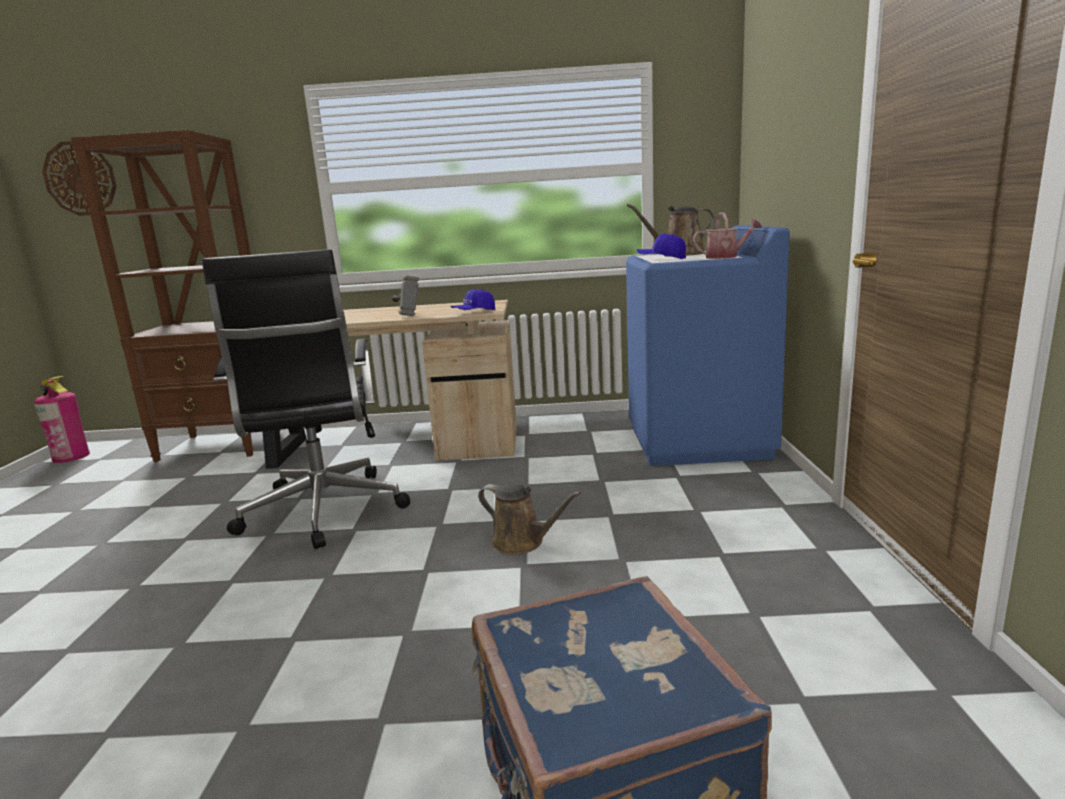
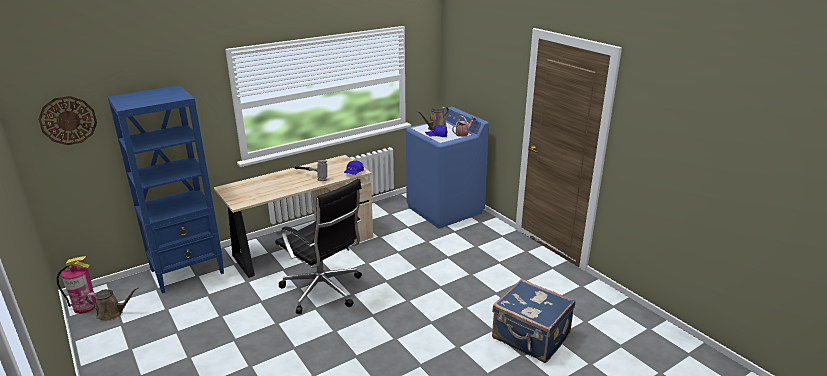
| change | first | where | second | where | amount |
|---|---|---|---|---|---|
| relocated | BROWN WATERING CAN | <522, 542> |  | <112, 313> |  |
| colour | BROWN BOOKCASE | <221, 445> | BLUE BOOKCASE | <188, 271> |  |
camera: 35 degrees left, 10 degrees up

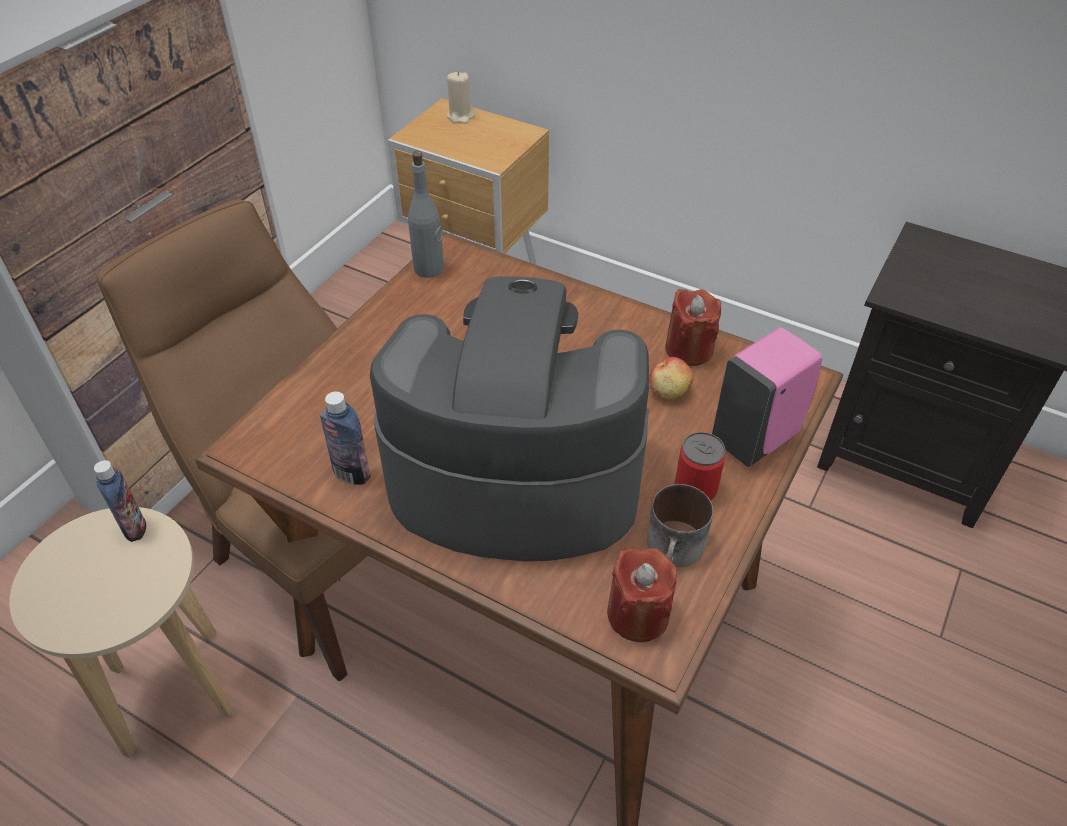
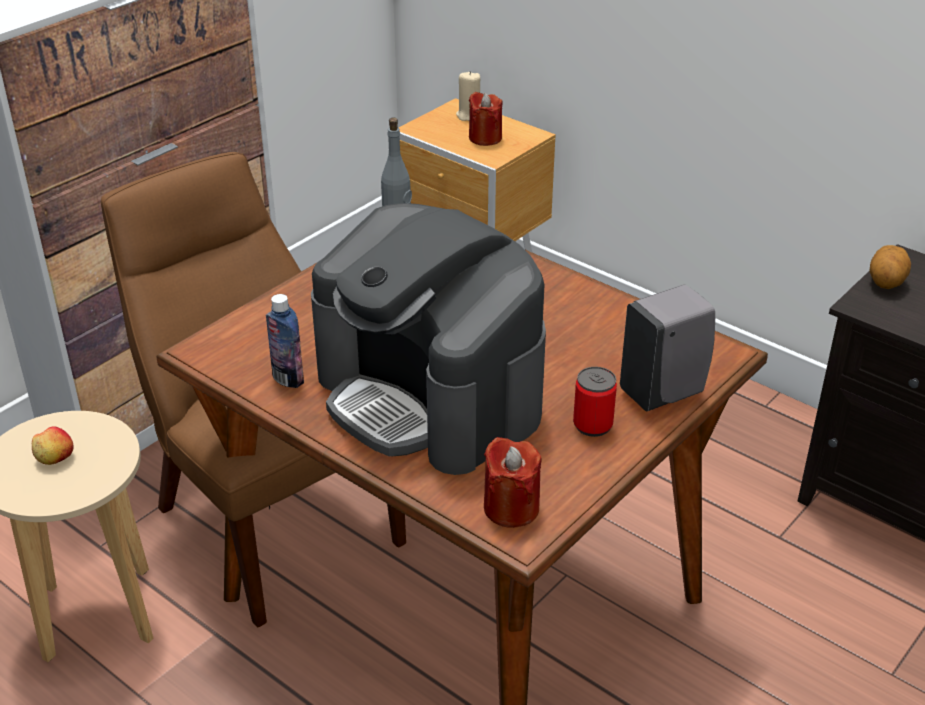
| change | first | where | second | where | amount |
|---|---|---|---|---|---|
| relocated | APPLE | <669, 391> |  | <55, 458> |  |
| spun | COFFEE MACHINE | <514, 476> |  | <430, 396> | 150 degrees counterclockwise |
| relocated | RED CANDLE | <689, 349> |  | <485, 138> |  |
| colour | PINK SOAP DISPENSER | <757, 438> | GREY SOAP DISPENSER | <664, 392> |  |
| appeared |  |  | POTATO | <886, 282> |  |
| missing | BOTTLE | <134, 527> |  |  |  |
| missing | MUG | <676, 550> |  |  |  |
camera: 10 degrees right, 10 degrees down

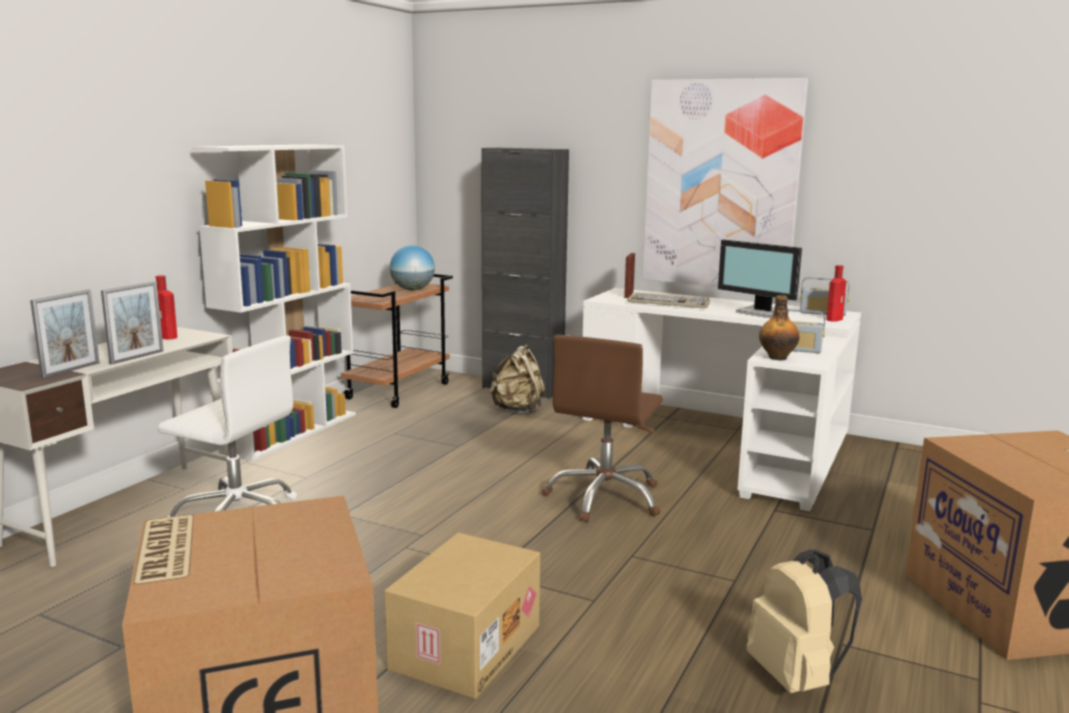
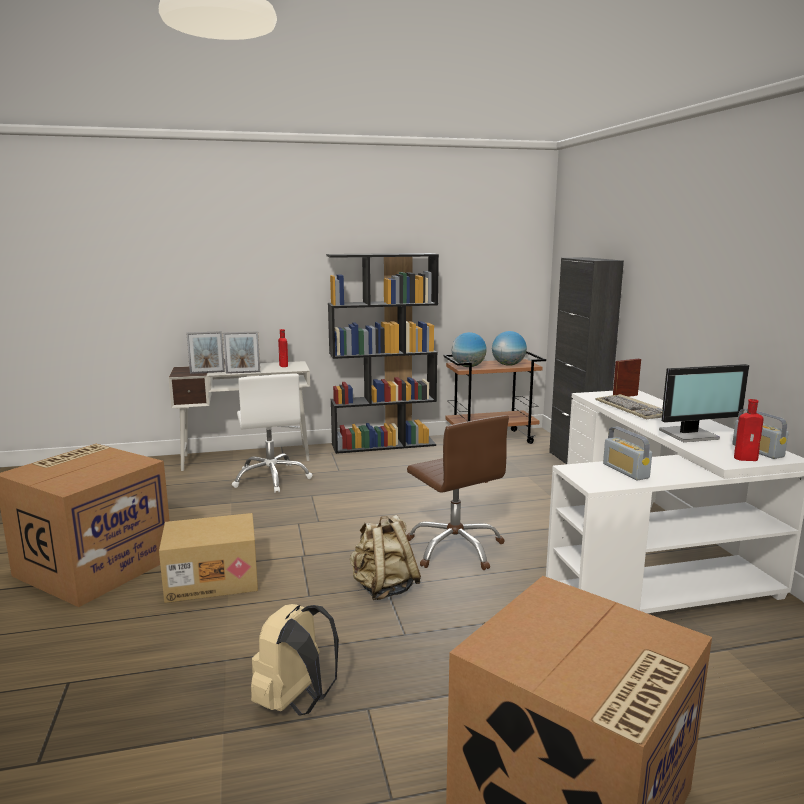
| change | first | where | second | where | amount |
|---|---|---|---|---|---|
| colour | WHITE BOOKCASE | <291, 432> | BLACK BOOKCASE | <384, 445> |  |
| relocated | BEIGE BACKPACK | <518, 410> |  | <384, 588> |  |
| spun | BROWN OFFICE CHAIR | <605, 498> |  | <455, 548> | 105 degrees counterclockwise |
| appeared |  |  | GLOBE | <468, 367> |  |
| spun | MONITOR | <762, 313> |  | <691, 435> | 105 degrees counterclockwise |
| missing | PICTURE | <720, 185> |  |  |  |
| missing | BOTTLE | <777, 357> |  |  |  |
camera: 50 degrees right, 0 degrees up

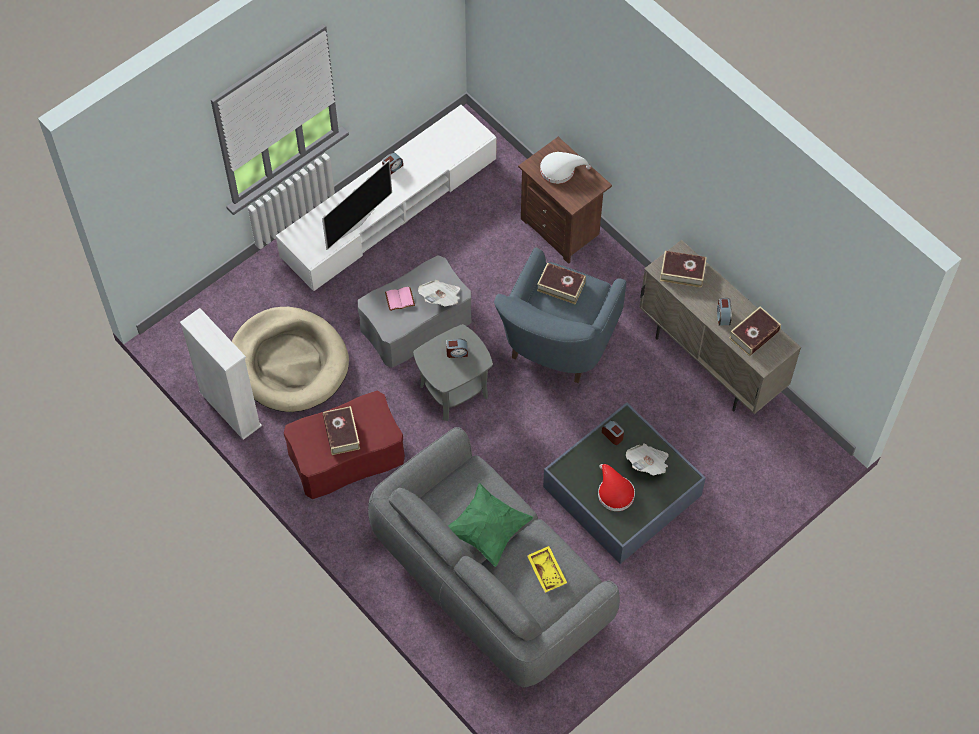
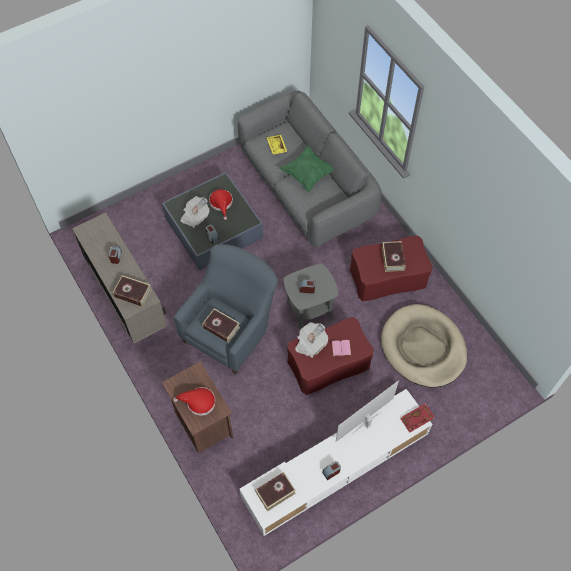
| change | first | where | second | where | amount |
|---|---|---|---|---|---|
| colour | WHITE HAT | <560, 170> | RED HAT | <198, 402> |  |
| relocated | BOOK | <754, 334> |  | <275, 492> |  |
| colour | GREY OTTOMAN | <416, 323> | RED OTTOMAN | <328, 363> |  |
| appeared |  |  | RED TRAY | <417, 420> |  |
| missing | WHITE BOOKCASE | <230, 409> |  |  |  |
camera: 170 degrees left, 0 degrees up

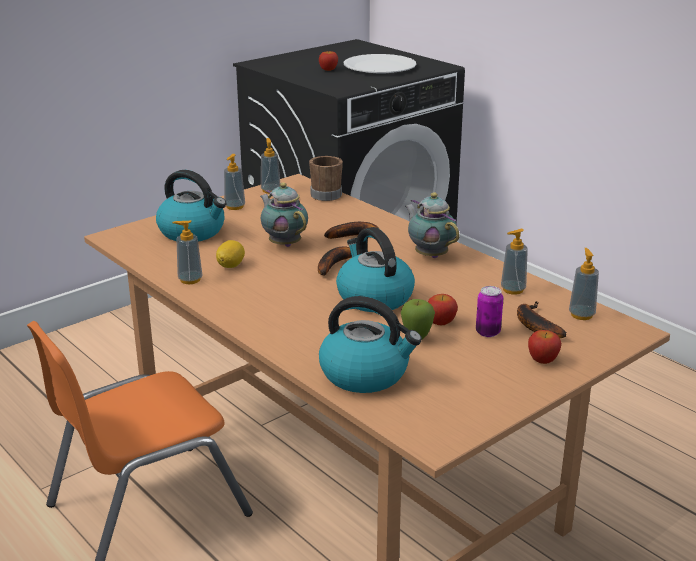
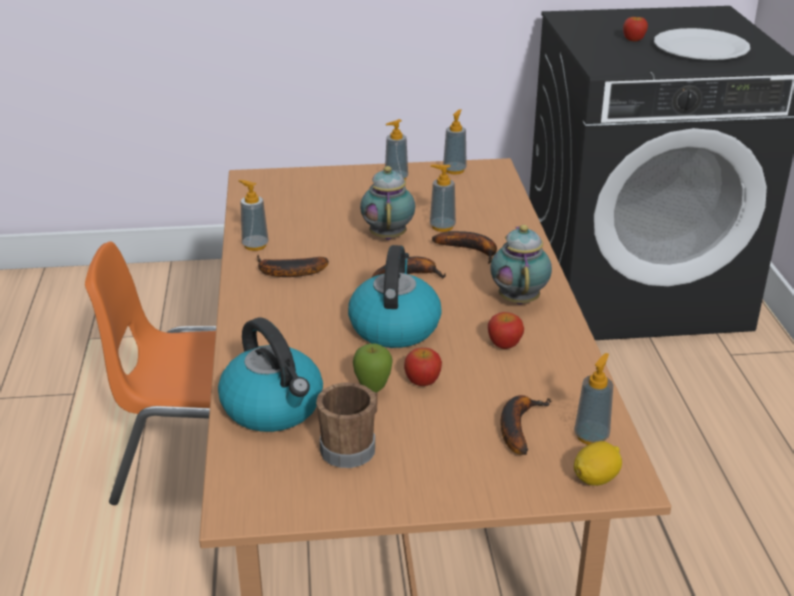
| change | first | where | second | where | amount |
|---|---|---|---|---|---|
| appeared |  |  | BANANA | <287, 273> |  |
| relocated | BROWN MUG | <326, 194> |  | <352, 447> |  |
| relocated | SOAP DISPENSER | <512, 290> |  | <442, 227> |  |
| relocated | APPLE | <542, 360> |  | <504, 345> |  |
| relocated | LEMON | <231, 265> |  | <596, 478> |  |
| missing | KETTLE | <193, 232> |  |  |  |
| missing | CAN | <487, 332> |  |  |  |
camera: 35 degrees right, 5 degrees up

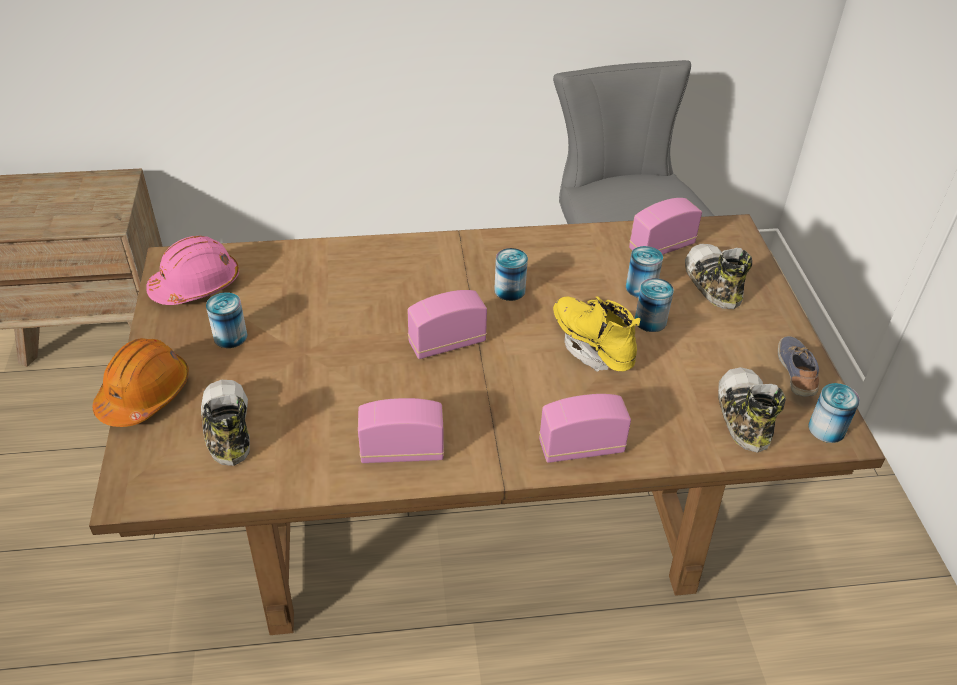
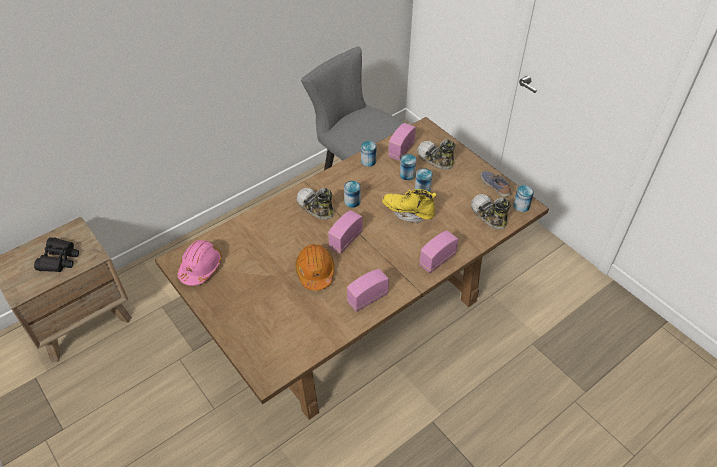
| change | first | where | second | where | amount |
|---|---|---|---|---|---|
| appeared |  |  | BLACK BINOCULARS | <59, 259> |  |
| relocated | ORANGE HARD HAT | <144, 394> |  | <315, 272> |  |
| relocated | SHOE | <227, 429> |  | <315, 208> |  |
| relocated | CAN | <230, 336> |  | <368, 161> |  |
camera: 30 degrees left, 5 degrees up

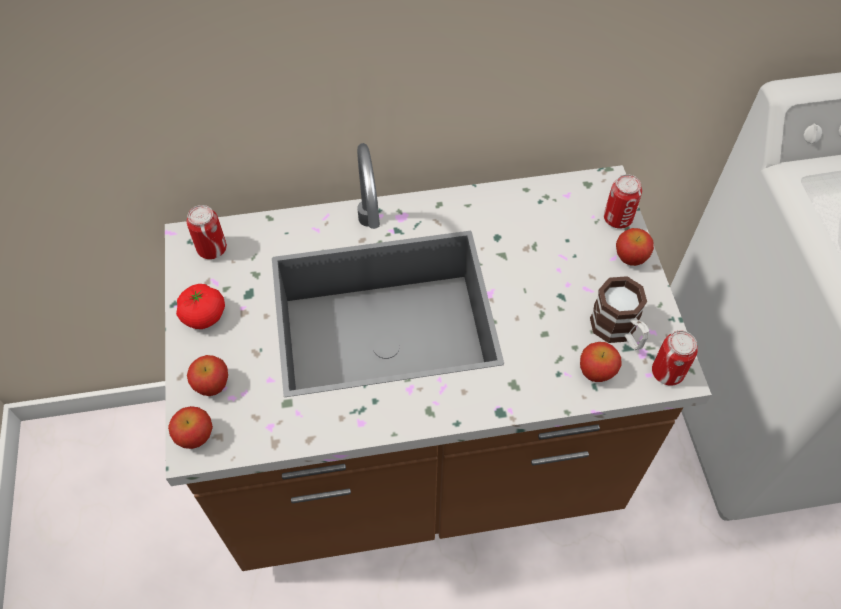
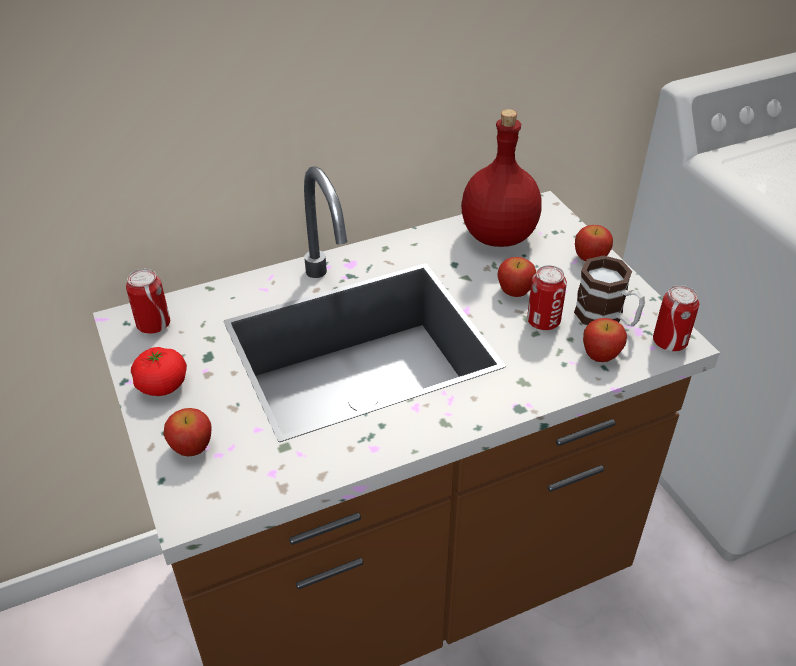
| change | first | where | second | where | amount |
|---|---|---|---|---|---|
| appeared |  |  | RED BOTTLE | <497, 236> |  |
| relocated | APPLE | <195, 436> |  | <515, 291> |  |
| relocated | CAN | <617, 219> |  | <543, 321> |  |
camera: 15 degrees left, 15 degrees down

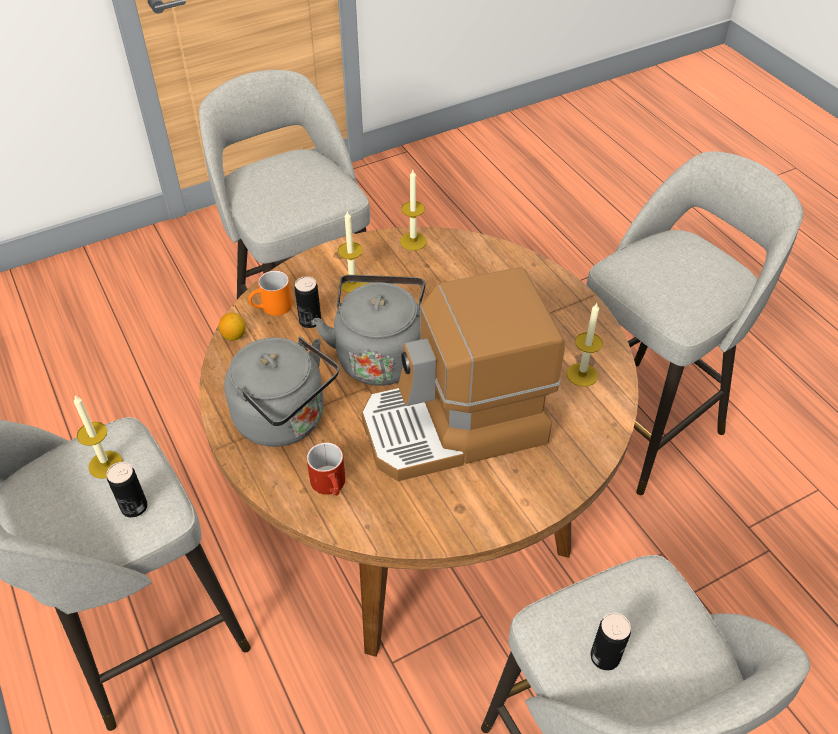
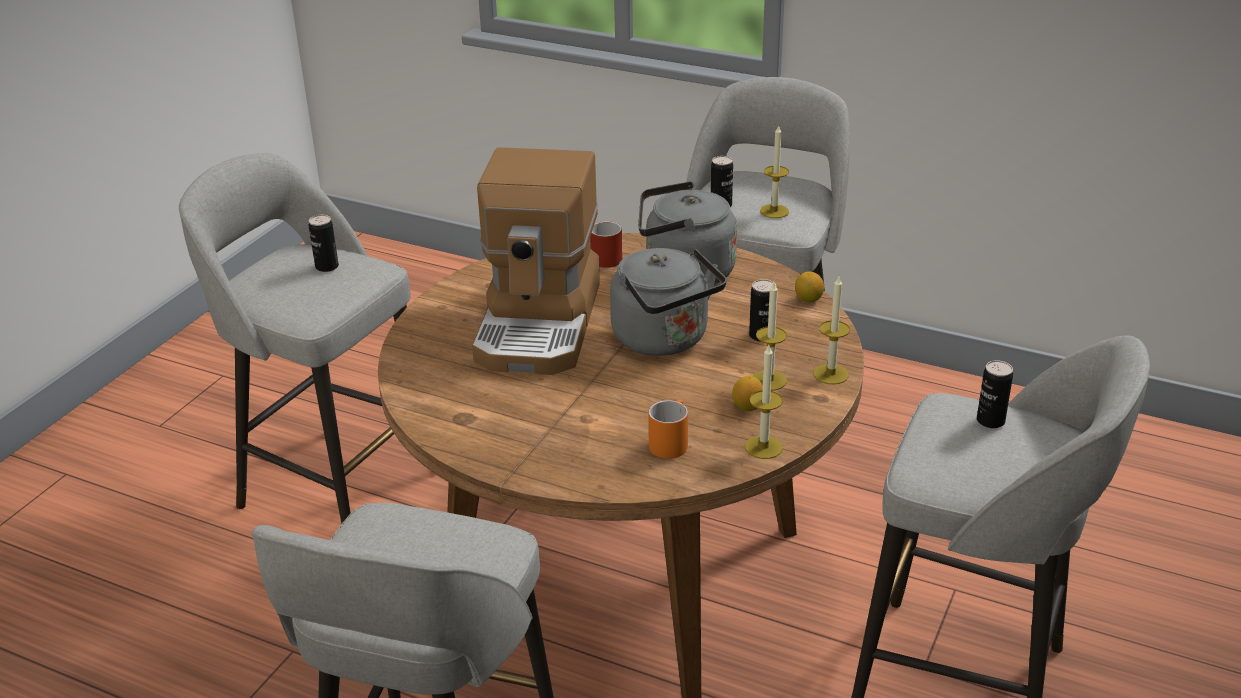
| change | first | where | second | where | amount |
|---|---|---|---|---|---|
| spun | COFFEE MACHINE | <455, 427> |  | <541, 323> | 150 degrees clockwise |
| relocated | ORANGE MUG | <272, 308> |  | <669, 442> |  |
| appeared |  |  | LEMON | <747, 407> |  |
| relocated | CANDLE | <582, 374> |  | <831, 374> |  |
| appeared |  |  | CAN | <990, 421> |  |
camera: 145 degrees right, 15 degrees down

